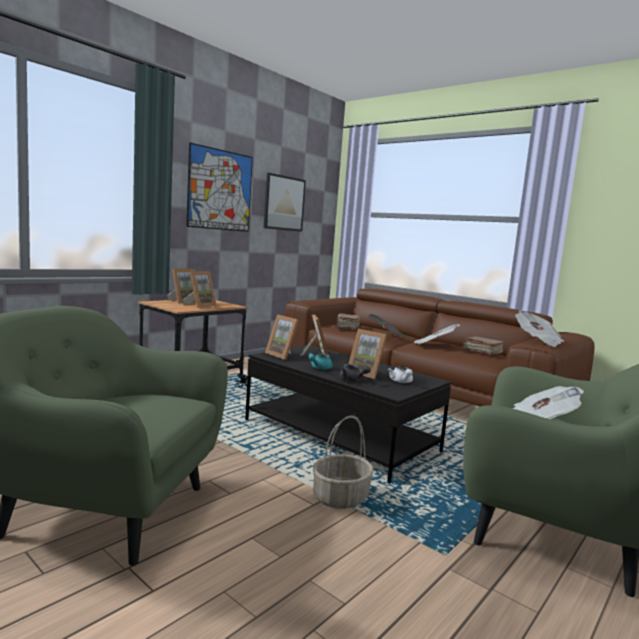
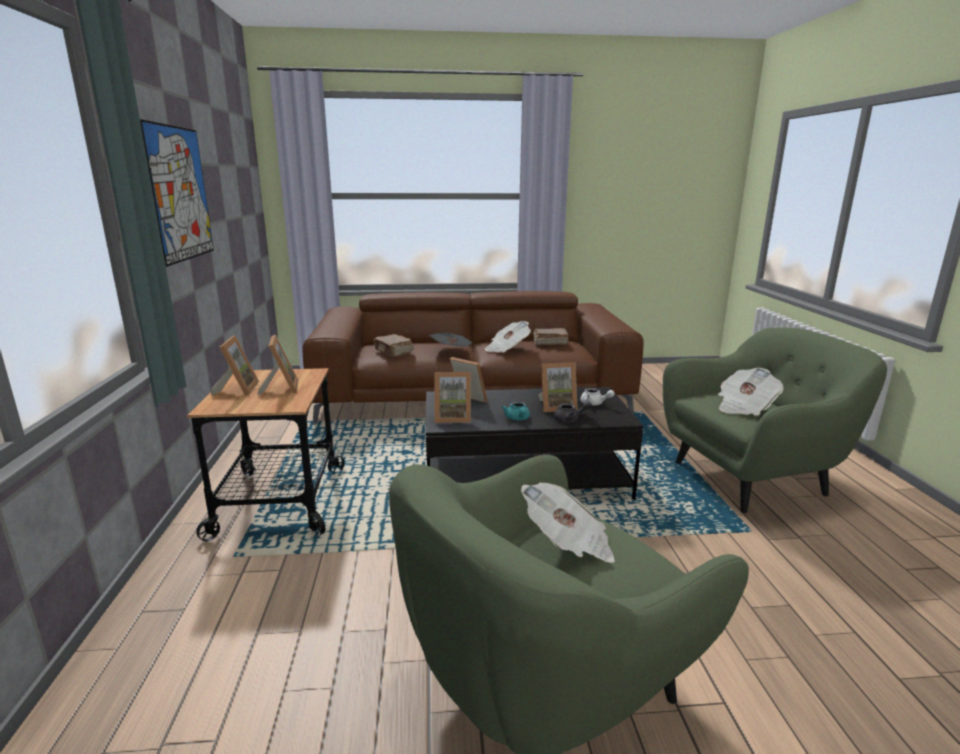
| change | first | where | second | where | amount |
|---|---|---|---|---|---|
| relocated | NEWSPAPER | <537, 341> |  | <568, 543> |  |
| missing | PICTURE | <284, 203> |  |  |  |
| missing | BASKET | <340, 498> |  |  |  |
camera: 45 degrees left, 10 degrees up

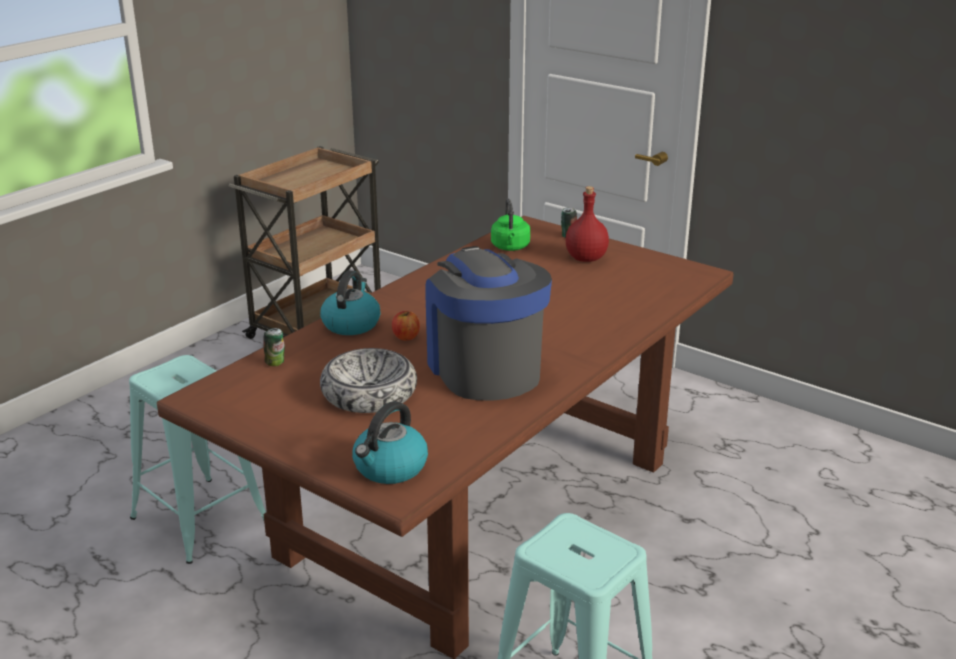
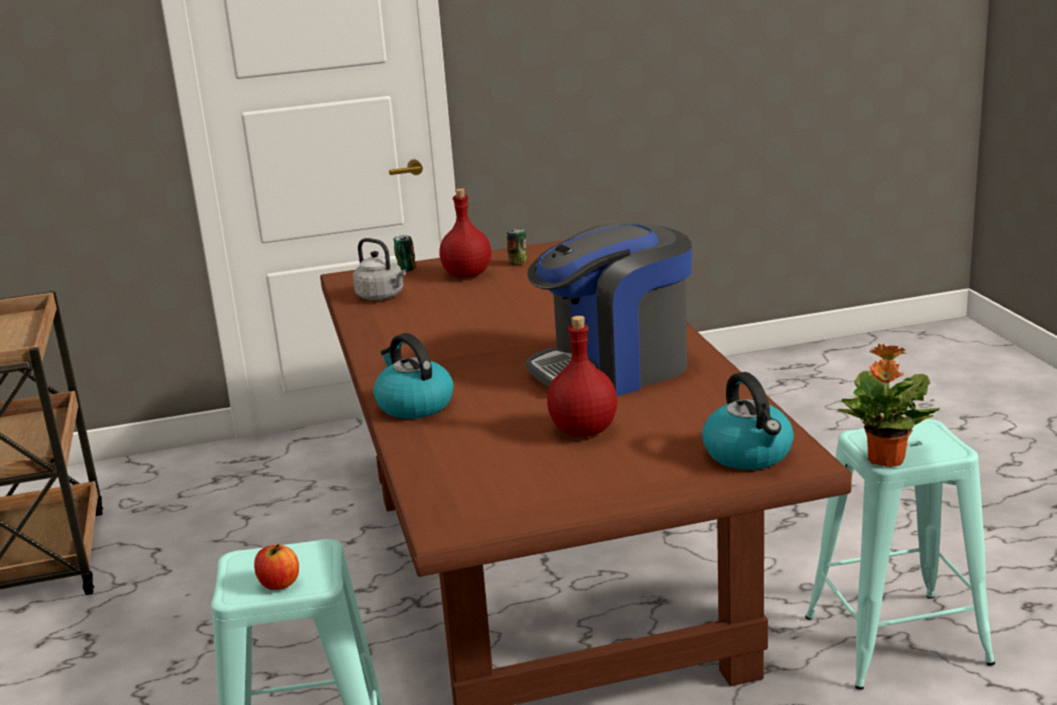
| change | first | where | second | where | amount |
|---|---|---|---|---|---|
| relocated | APPLE | <406, 337> |  | <279, 584> |  |
| colour | GREEN KETTLE | <510, 247> | GREY KETTLE | <382, 296> |  |
| relocated | CAN | <276, 363> |  | <518, 263> |  |
| spun | COFFEE MACHINE | <484, 368> |  | <614, 368> | 45 degrees counterclockwise |
| exchanged | BOWL | <369, 394> | RED BOTTLE | <585, 431> |  |
| appeared |  |  | POTTED PLANT | <885, 460> |  |
camera: 50 degrees left, 5 degrees down

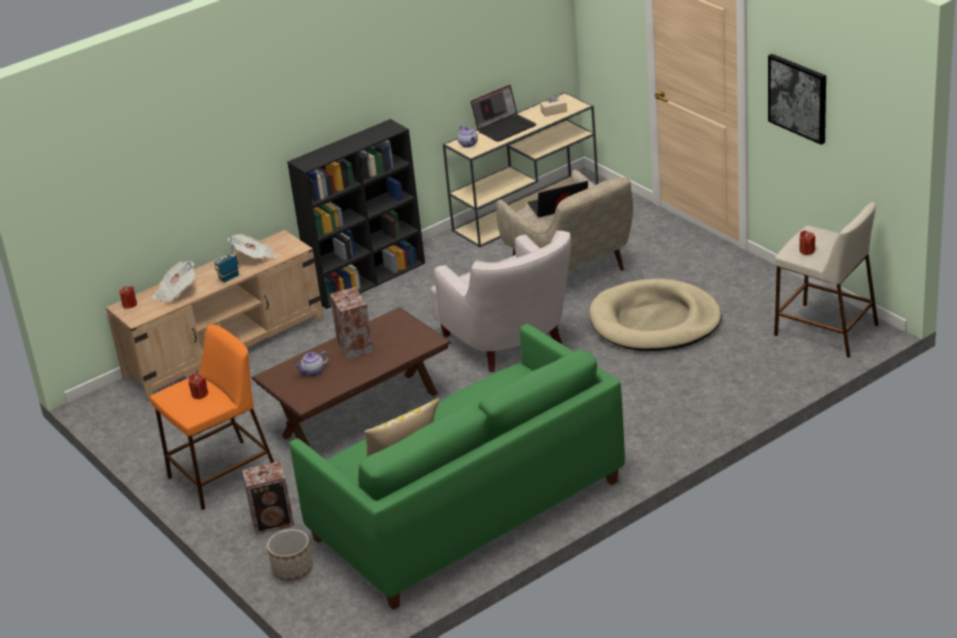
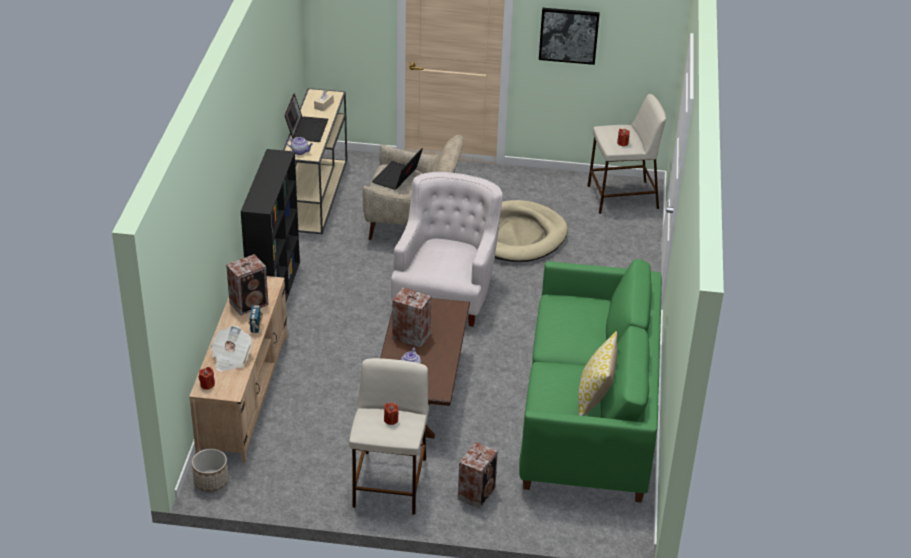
| change | first | where | second | where | amount |
|---|---|---|---|---|---|
| relocated | PLANTER | <293, 569> |  | <211, 481> |  |
| exchanged | NEWSPAPER | <254, 257> | SPEAKER | <250, 304> |  |
| colour | ORANGE STOOL | <221, 475> | BEIGE STOOL | <390, 483> |  |
| spun | WHITE ARMCHAIR | <509, 343> |  | <446, 292> | 90 degrees counterclockwise |
camera: 50 degrees left, 5 degrees up

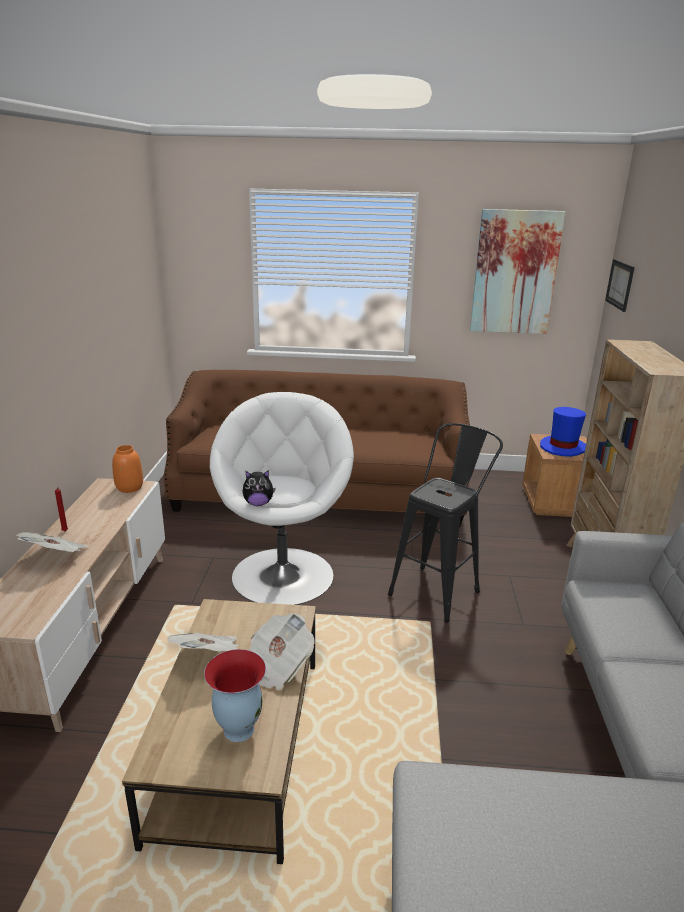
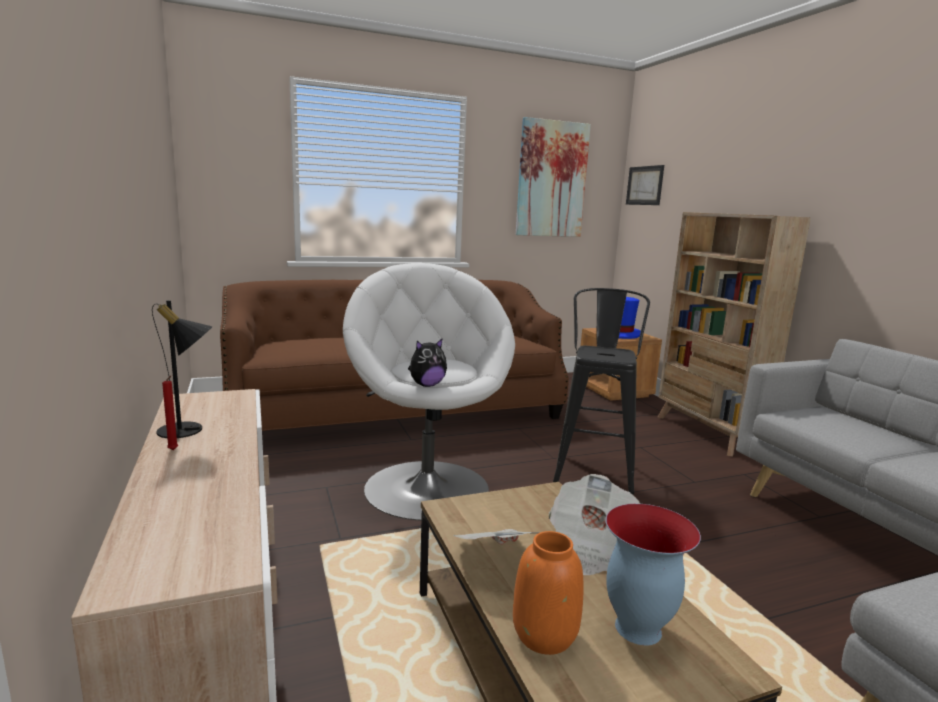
| change | first | where | second | where | amount |
|---|---|---|---|---|---|
| appeared |  |  | BLACK TABLE LAMP | <188, 431> |  |
| relocated | ORANGE VASE | <130, 488> |  | <545, 635> |  |
| missing | NEWSPAPER | <56, 556> |  |  |  |
camera: 25 degrees left, 10 degrees down

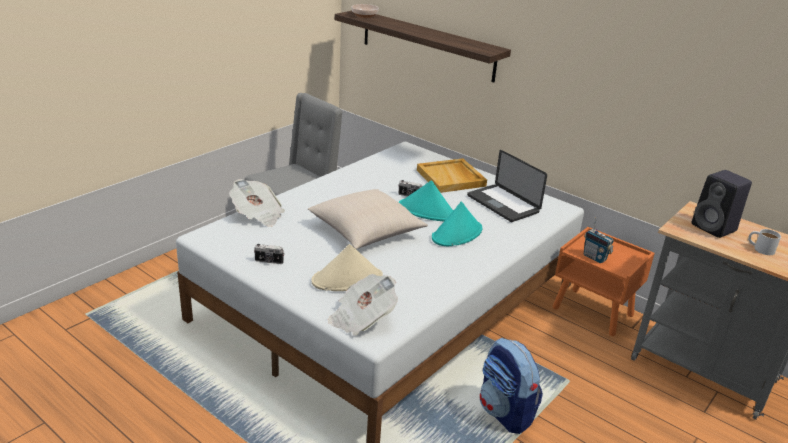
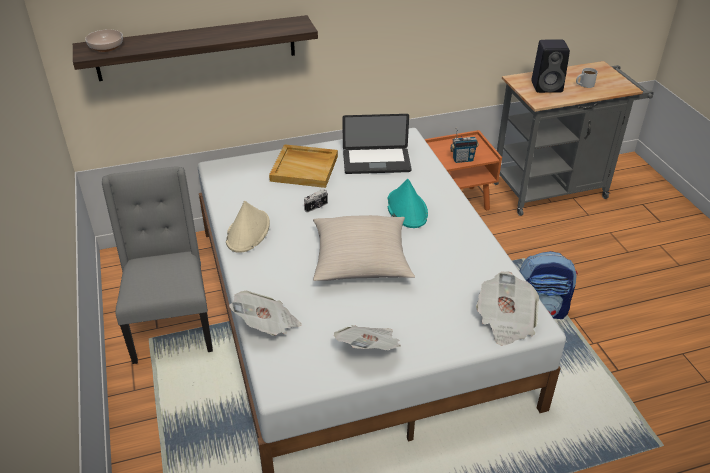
| change | first | where | second | where | amount |
|---|---|---|---|---|---|
| relocated | BEIGE HAT | <347, 279> |  | <248, 232> |  |
| exchanged | PHOTO CAMERA | <269, 261> | NEWSPAPER | <369, 349> |  |
| missing | TURQUOISE HAT | <427, 211> |  |  |  |
camera: 55 degrees left, 10 degrees up

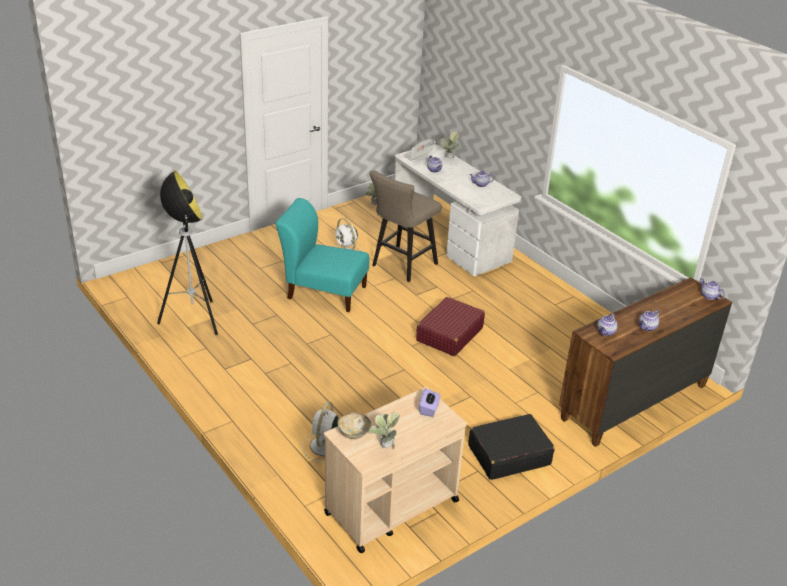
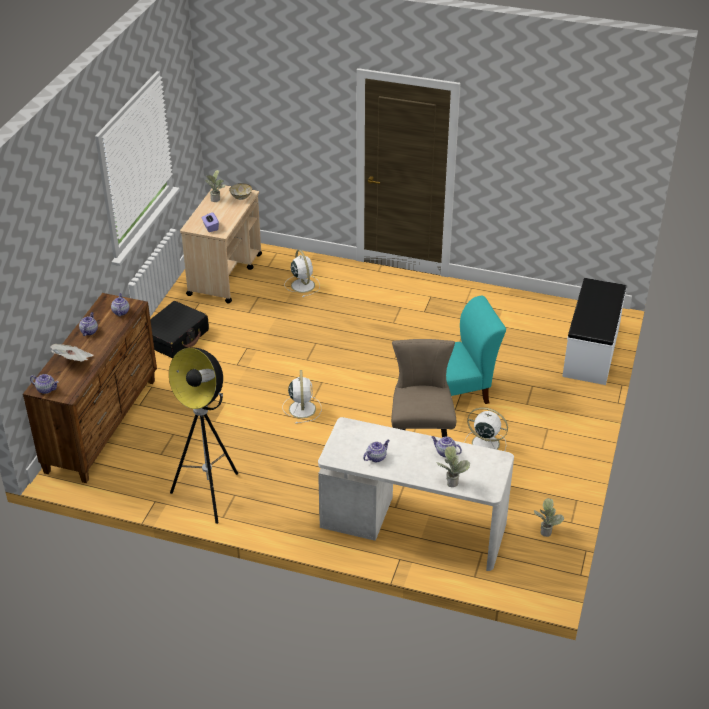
| change | first | where | second | where | amount |
|---|---|---|---|---|---|
| relocated | NEWSPAPER | <418, 157> |  | <73, 360> |  |
| relocated | FLOOR LAMP | <193, 320> |  | <210, 495> |  |
| exchanged | RED SUITCASE | <449, 334> | WHITE FAN | <302, 408> |  |
| appeared |  |  | WHITE BENCH | <592, 351> |  |
camera: 145 degrees right, 5 degrees up

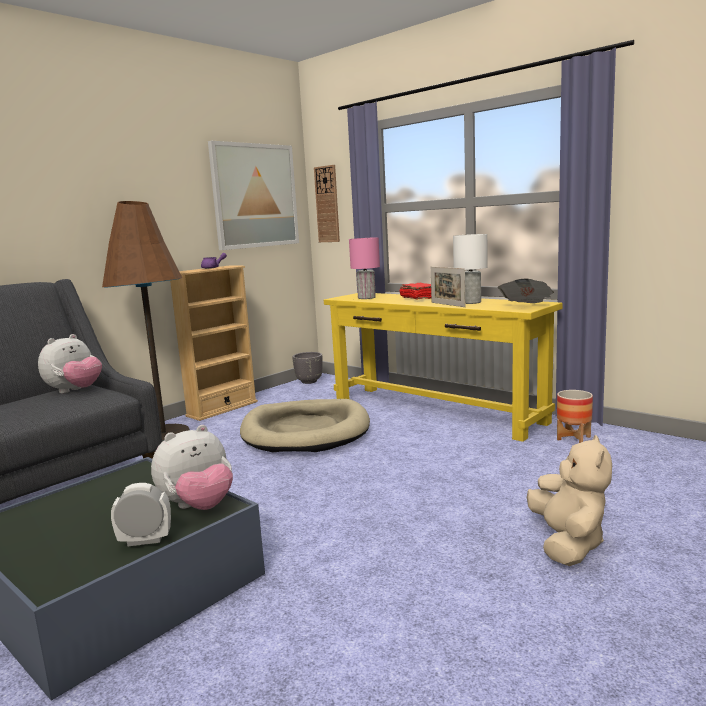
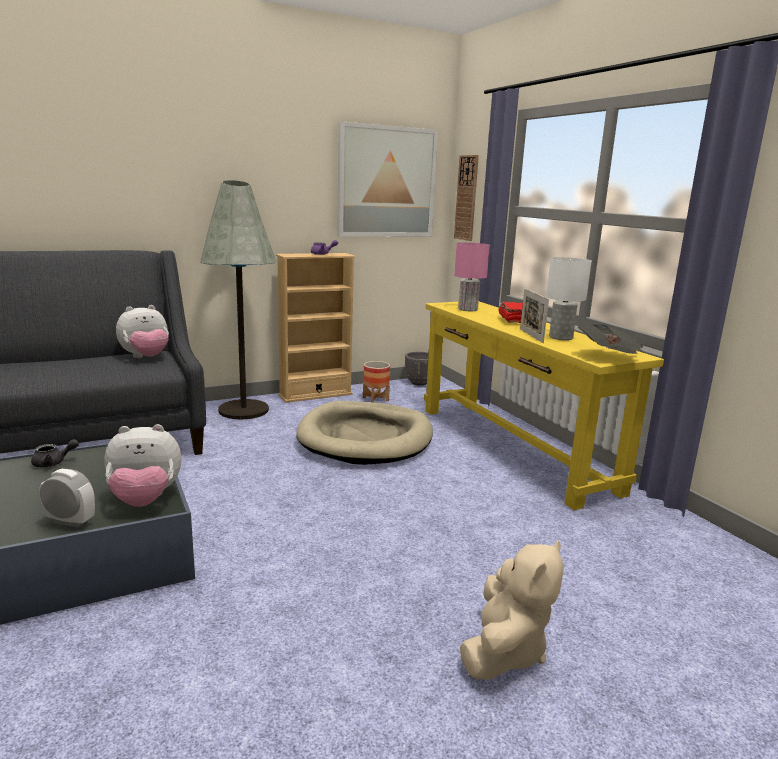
| change | first | where | second | where | amount |
|---|---|---|---|---|---|
| appeared |  |  | GREY TEAPOT | <53, 463> |  |
| colour | BROWN FLOOR LAMP | <163, 435> | GREY FLOOR LAMP | <243, 410> |  |
| relocated | PLANTER | <573, 438> |  | <375, 399> |  |
camera: 20 degrees right, 5 degrees up

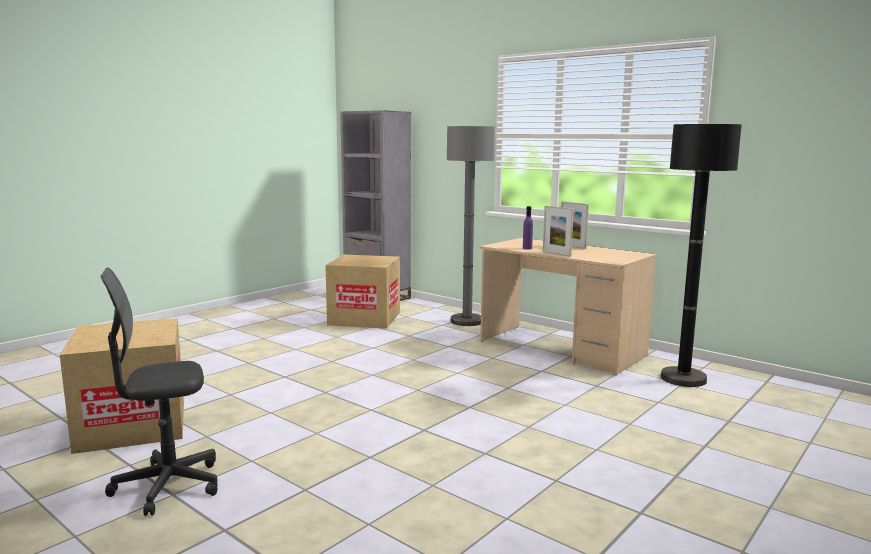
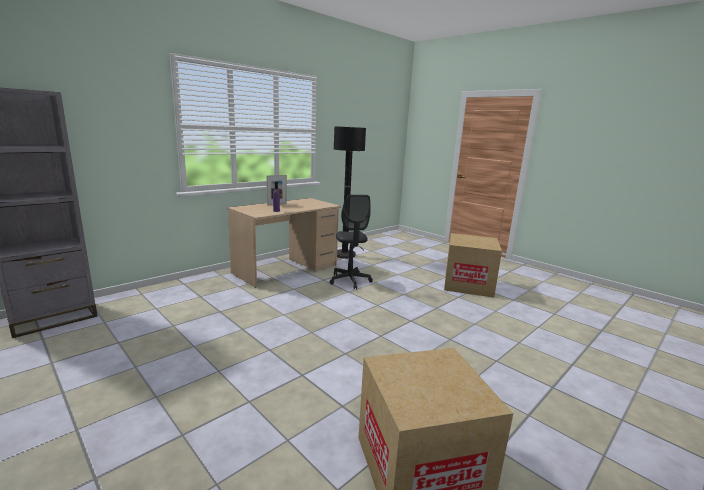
| change | first | where | second | where | amount |
|---|---|---|---|---|---|
| relocated | GREY OFFICE CHAIR | <168, 486> |  | <350, 281> |  |
| relocated | CARDBOARD BOX | <364, 318> |  | <468, 285> |  |
| missing | GREY FLOOR LAMP | <467, 321> |  |  |  |
| missing | PICTURE FRAME | <556, 254> |  |  |  |
camera: 85 degrees left, 5 degrees up

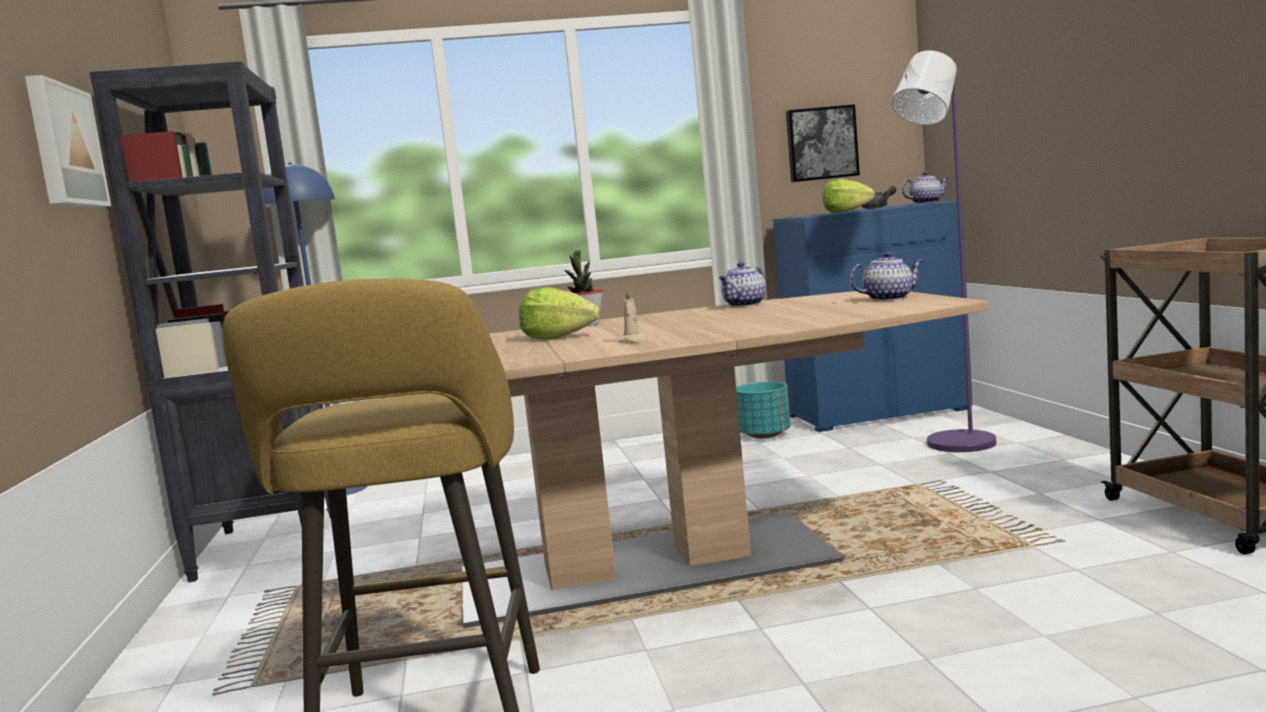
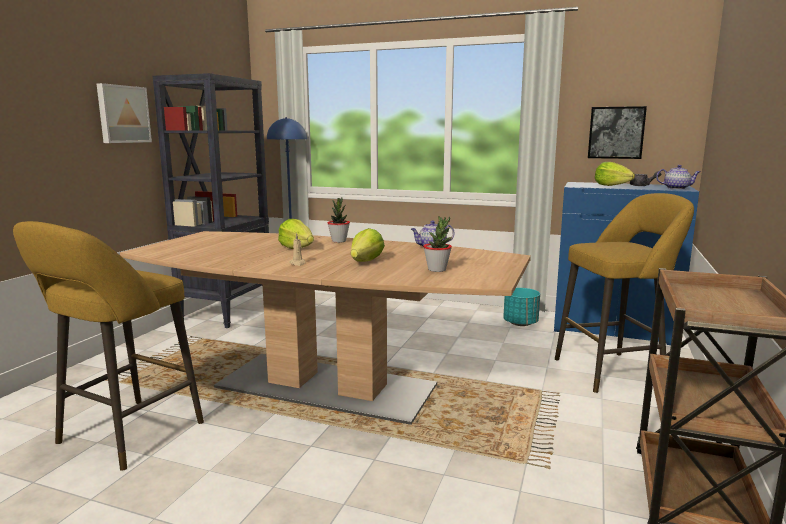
| change | first | where | second | where | amount |
|---|---|---|---|---|---|
| appeared |  |  | LETTUCE | <366, 262> |  |
| appeared |  |  | POTTED PLANT | <437, 270> |  |
| exchanged | PURPLE FLOOR LAMP | <954, 446> | YELLOW STOOL | <614, 371> |  |
| missing | TEAPOT | <889, 298> |  |  |  |
camera: 30 degrees right, 5 degrees up

